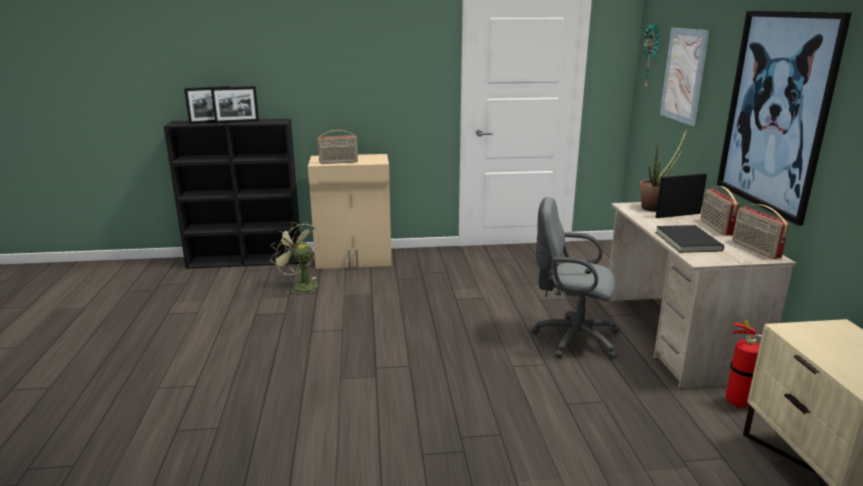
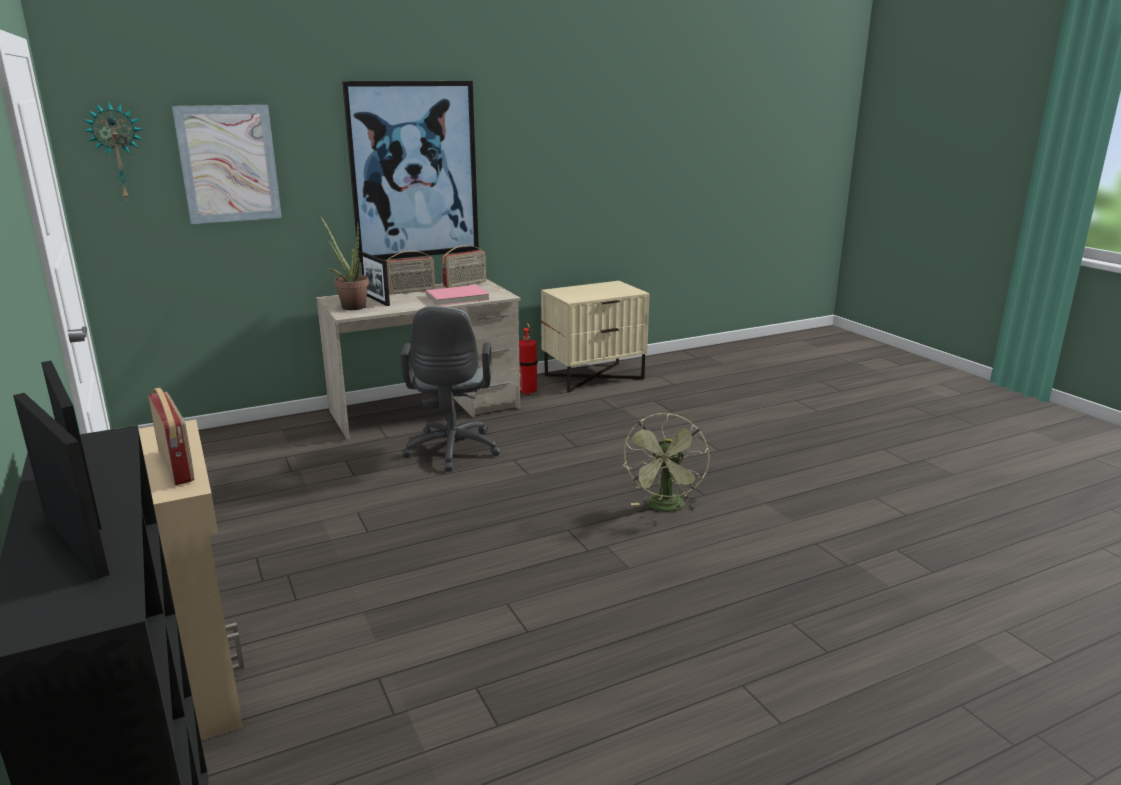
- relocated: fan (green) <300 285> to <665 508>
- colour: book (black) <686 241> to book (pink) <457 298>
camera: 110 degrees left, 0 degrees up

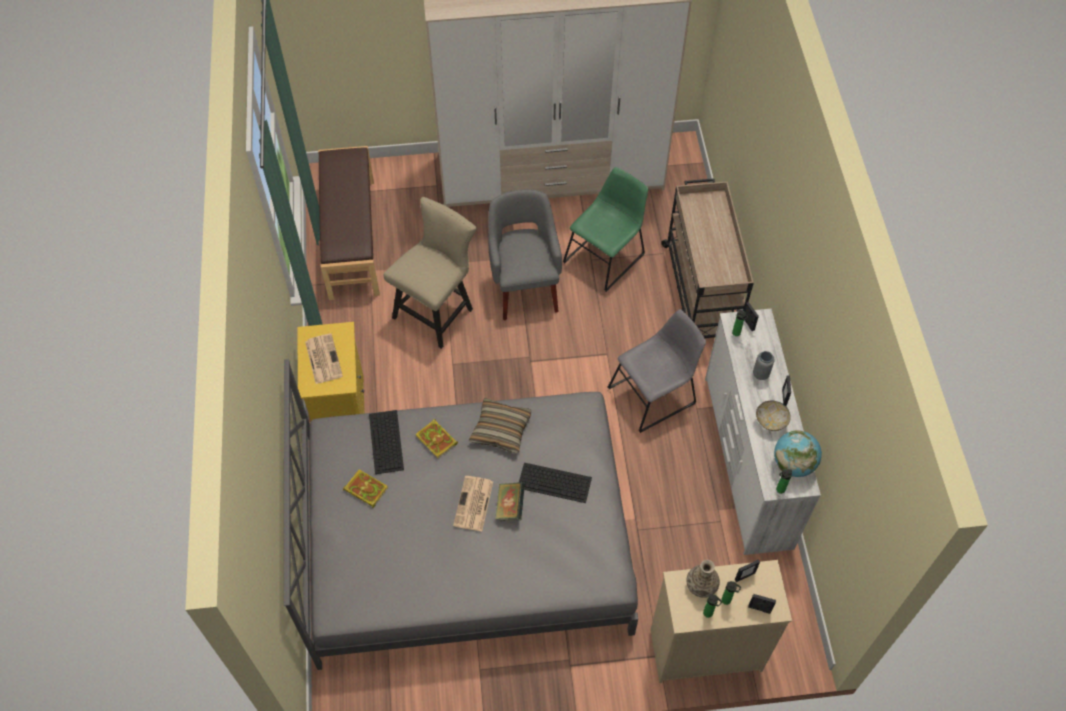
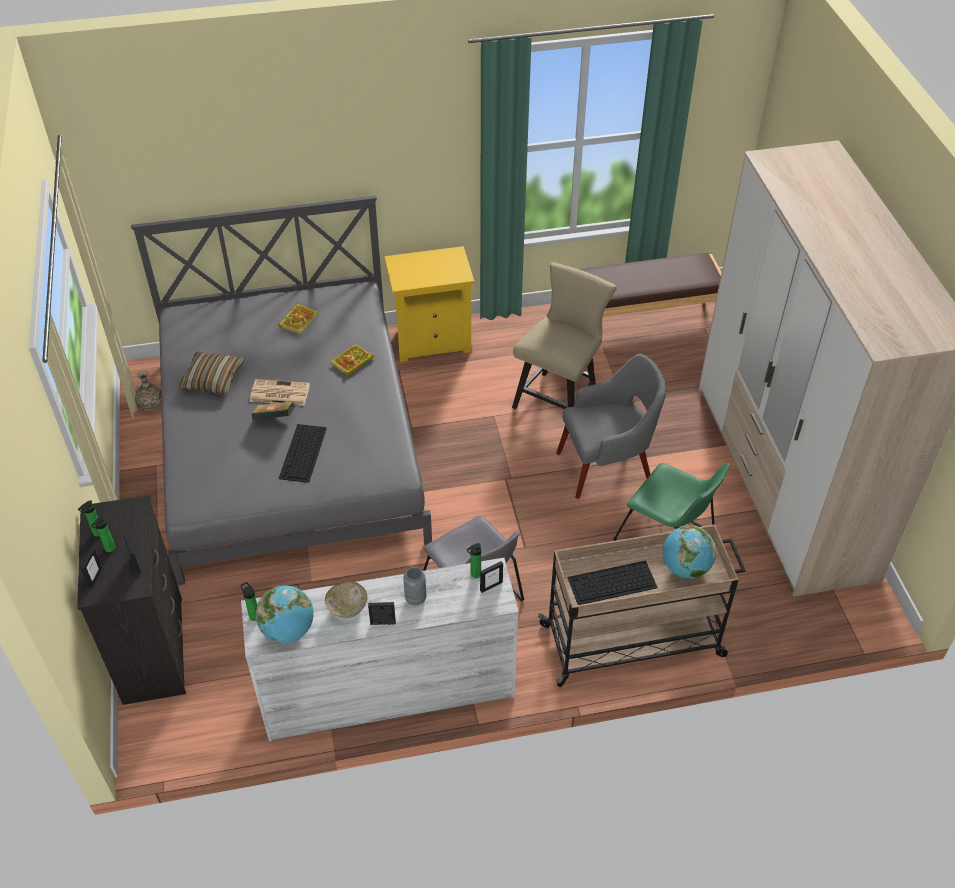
- spun: chair (beige) <437 310> = <559 398> 90 degrees counterclockwise
- missing: newspaper <323 358>
- relocated: pillow <501 430> to <212 379>
- relocated: keyboard <386 442> to <611 583>
- colour: dresser (beige) <704 649> to dresser (black) <154 649>
- relocated: vase <701 585> to <151 404>
- appeared: globe <685 568>
camera: 85 degrees right, 10 degrees down

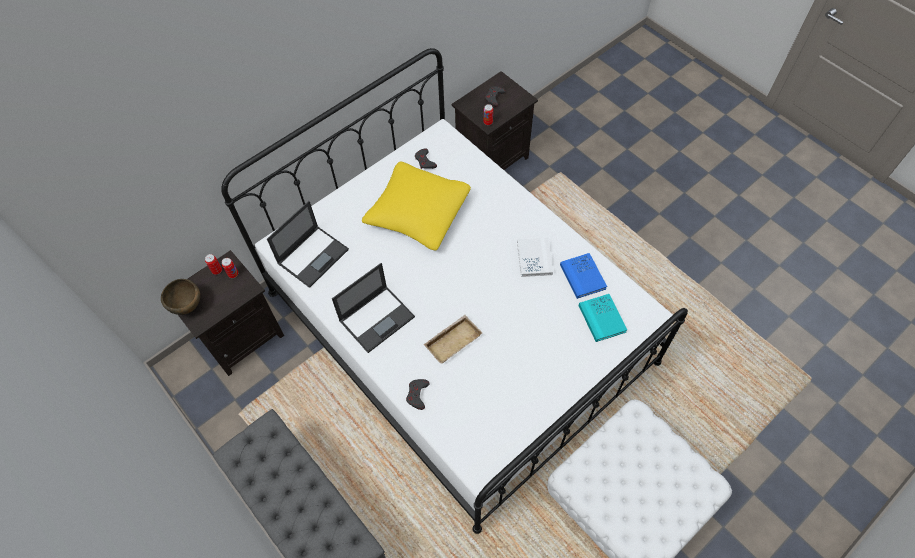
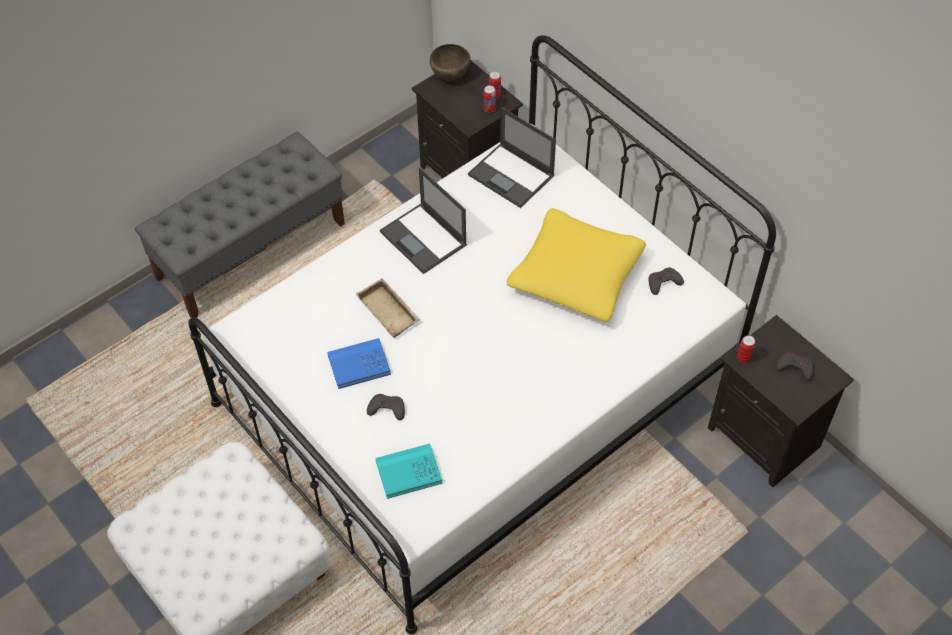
- missing: book (white) <534 258>
- relocated: book (blue) <582 277> to <359 365>
- relocated: game controller (grey) <417 395> to <387 409>
camera: 90 degrees right, 5 degrees down

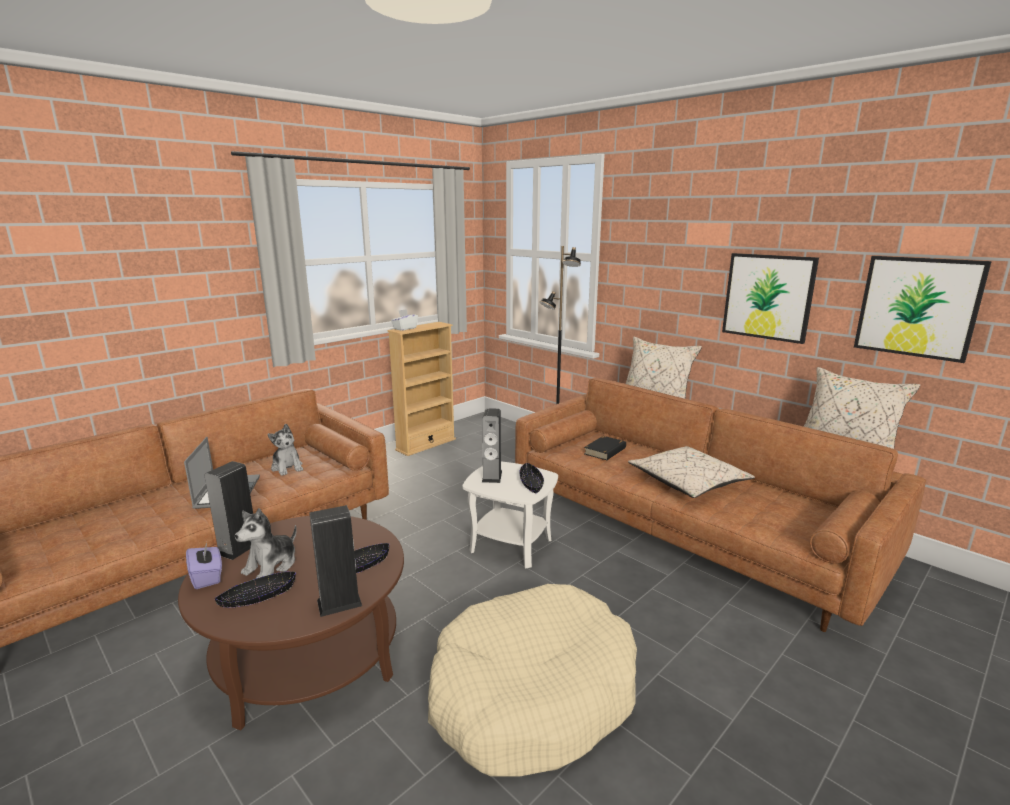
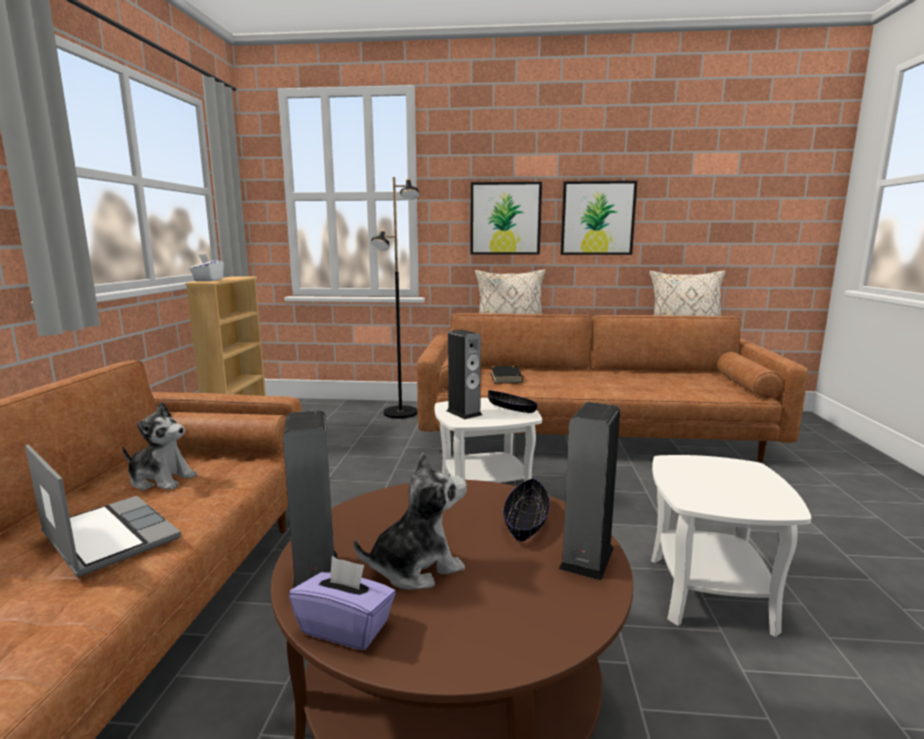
- relocated: picture <917 307> to <505 218>
- missing: pillow (beige) <688 483>
- spun: plush toy <271 565> = <416 567> 105 degrees counterclockwise
- missing: bowl (black) <258 598>
- exchanged: dog bed (beige) <532 694> to side table (white) <709 592>
camera: 40 degrees left, 5 degrees down

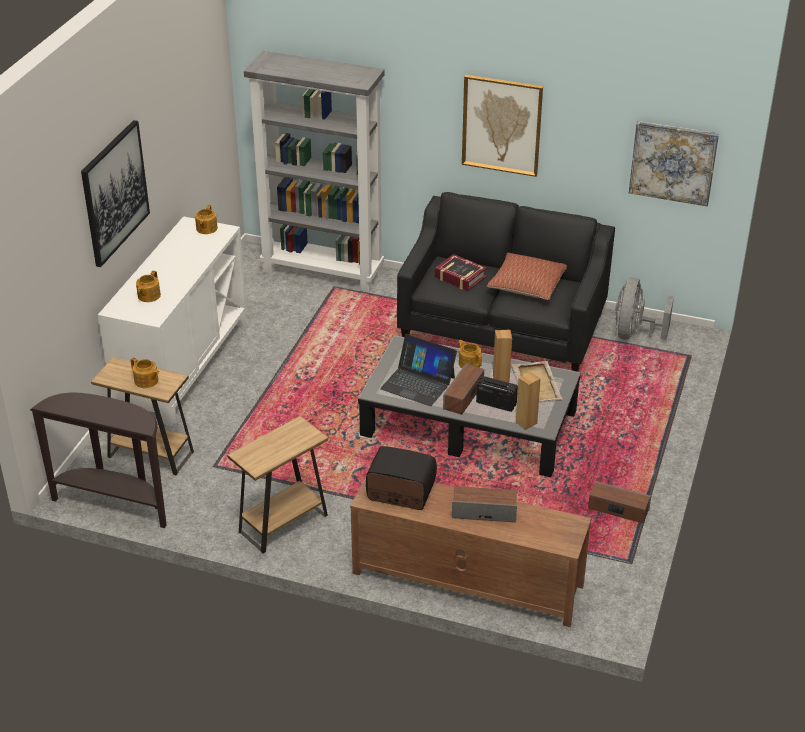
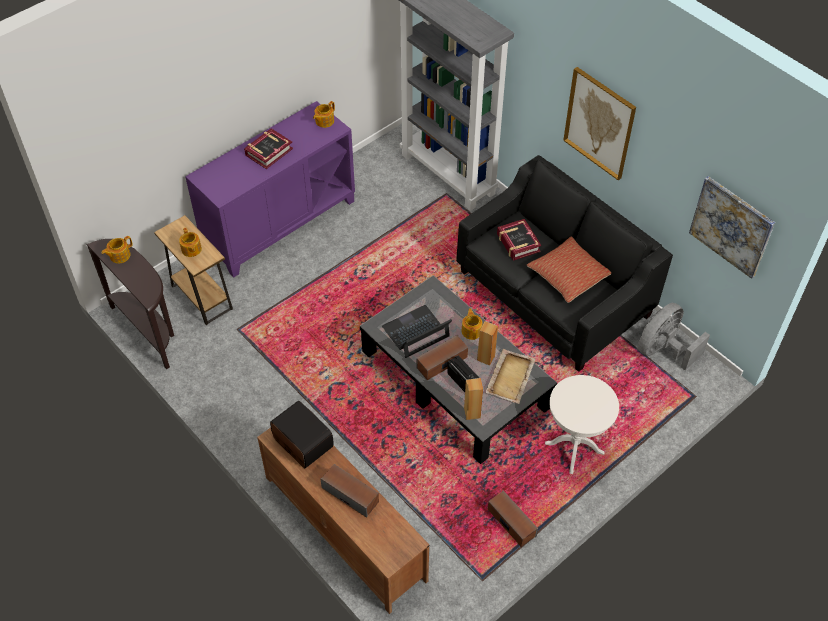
- missing: picture <114 192>
- colour: cabinet (white) <182 366> to cabinet (purple) <279 223>
- relocated: teapot <148 296> to <119 255>
- spun: laptop <418 383> = <416 332> 90 degrees clockwise
- missing: side table (brown) <283 523>
- appeared: book <268 152>
- appeared: side table (white) <574 448>
camera: 30 degrees right, 15 degrees up

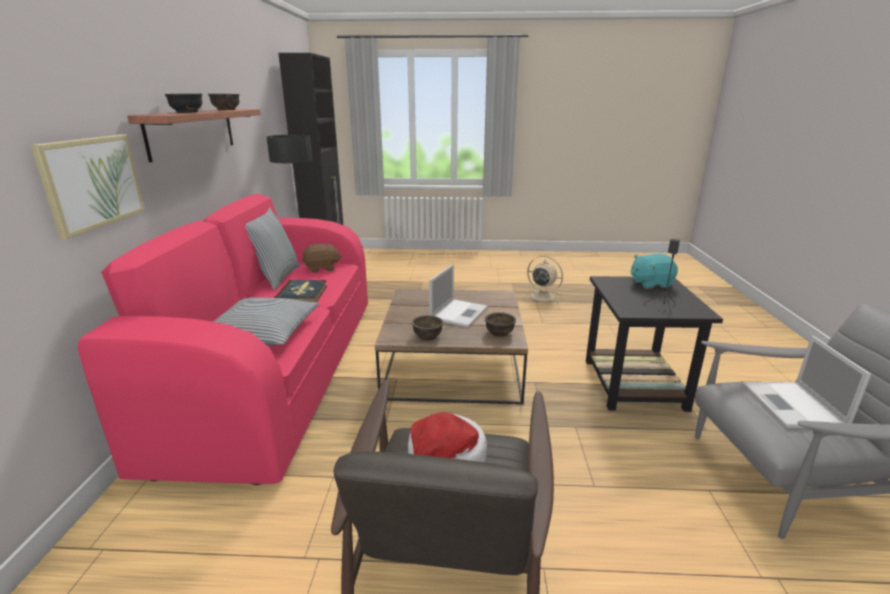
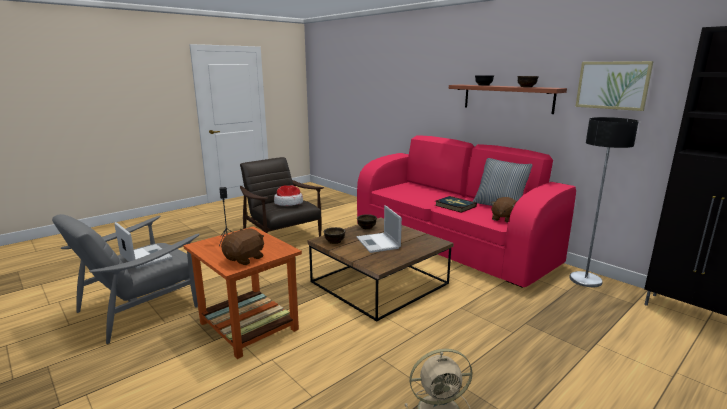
- relocated: picture <92 182> to <612 85>
- colour: plush toy (turquoise) <650 284> to plush toy (brown) <245 259>
- colour: side table (black) <634 385> to side table (orange) <248 325>
- missing: pillow <262 333>
camera: 135 degrees right, 5 degrees down

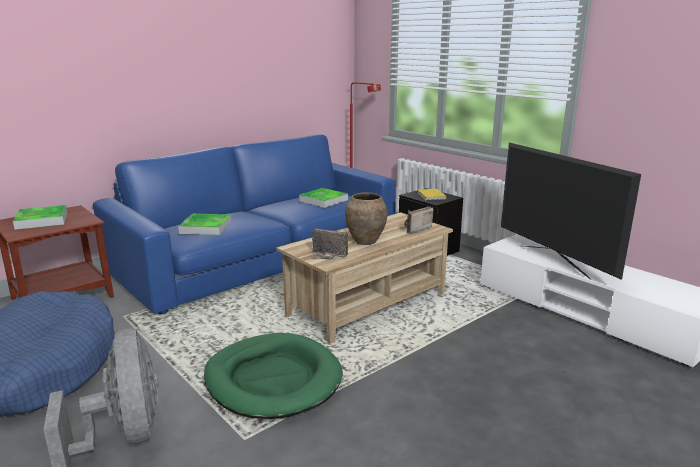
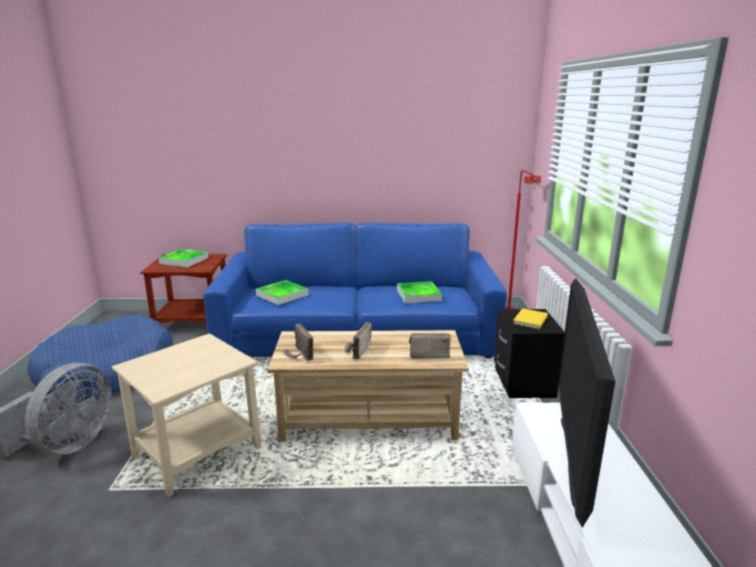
- exchanged: vase (brown) <365 241> to radio <356 351>
- exchanged: dog bed (green) <273 379> to side table (beige) <196 451>
camera: 40 degrees right, 0 degrees up

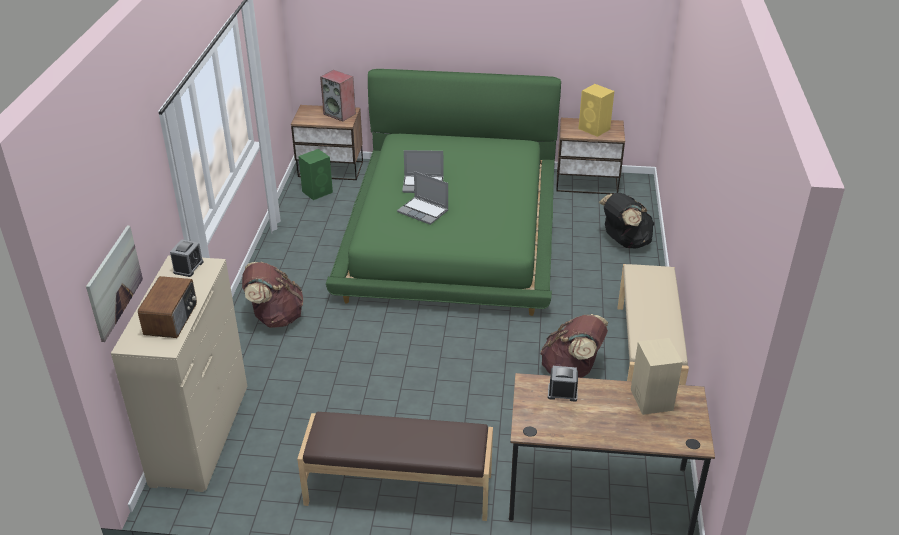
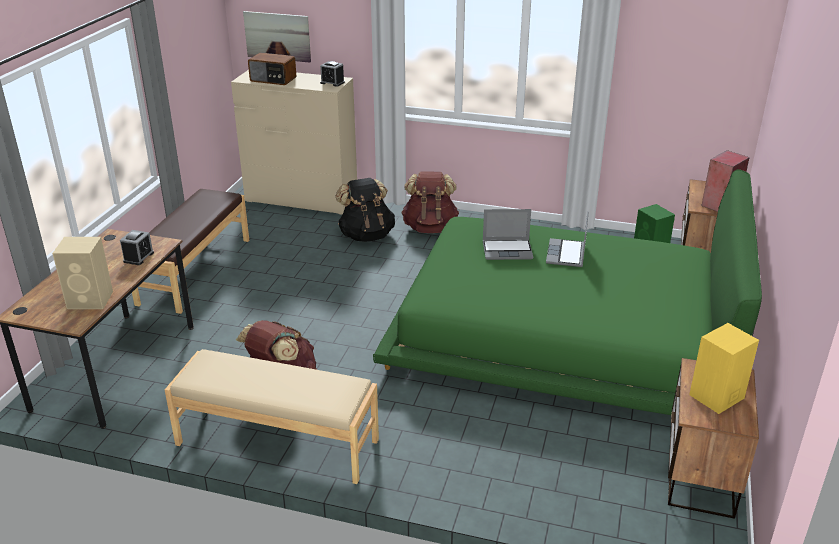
- spun: laptop <424 211> = <508 250> 135 degrees counterclockwise
- relocated: backpack (black) <624 242> to <366 235>
camera: 100 degrees right, 5 degrees down

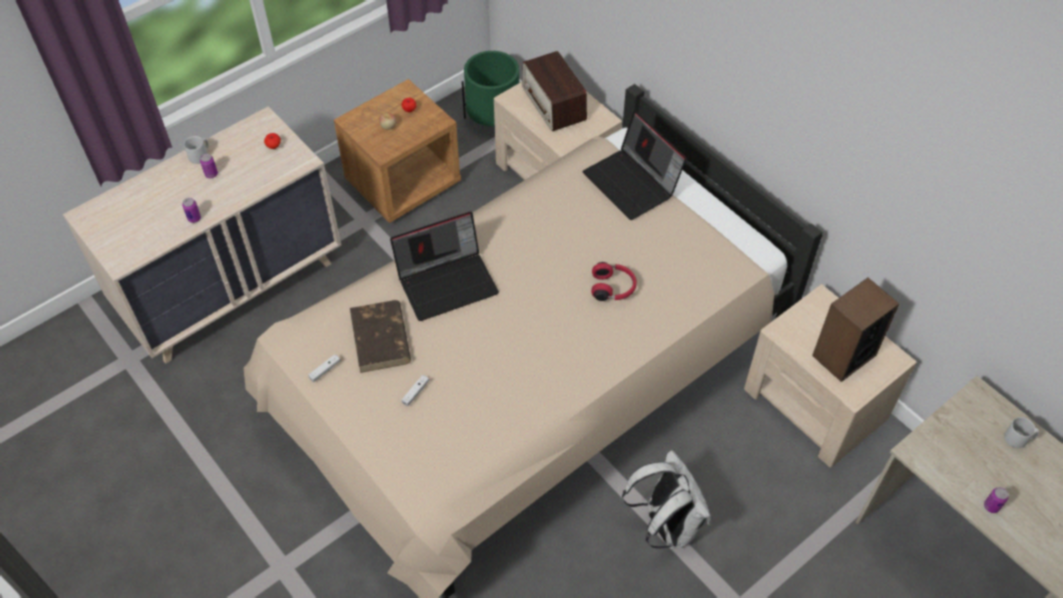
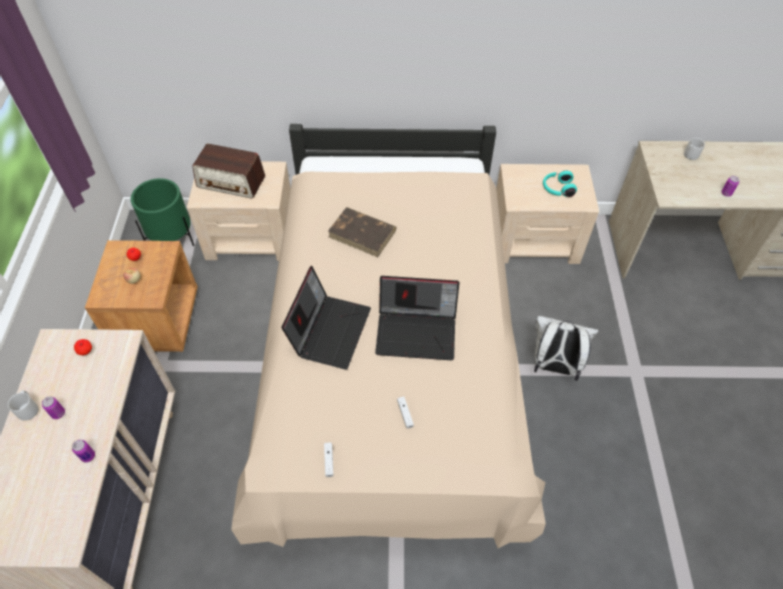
- relocated: laptop <633 183> to <417 331>
- missing: headphones (red) <613 288>
- exchanged: speaker <843 355> to headphones (turquoise) <557 189>
- relocated: book (brown) <380 339> to <363 234>
camera: 50 degrees left, 0 degrees up

